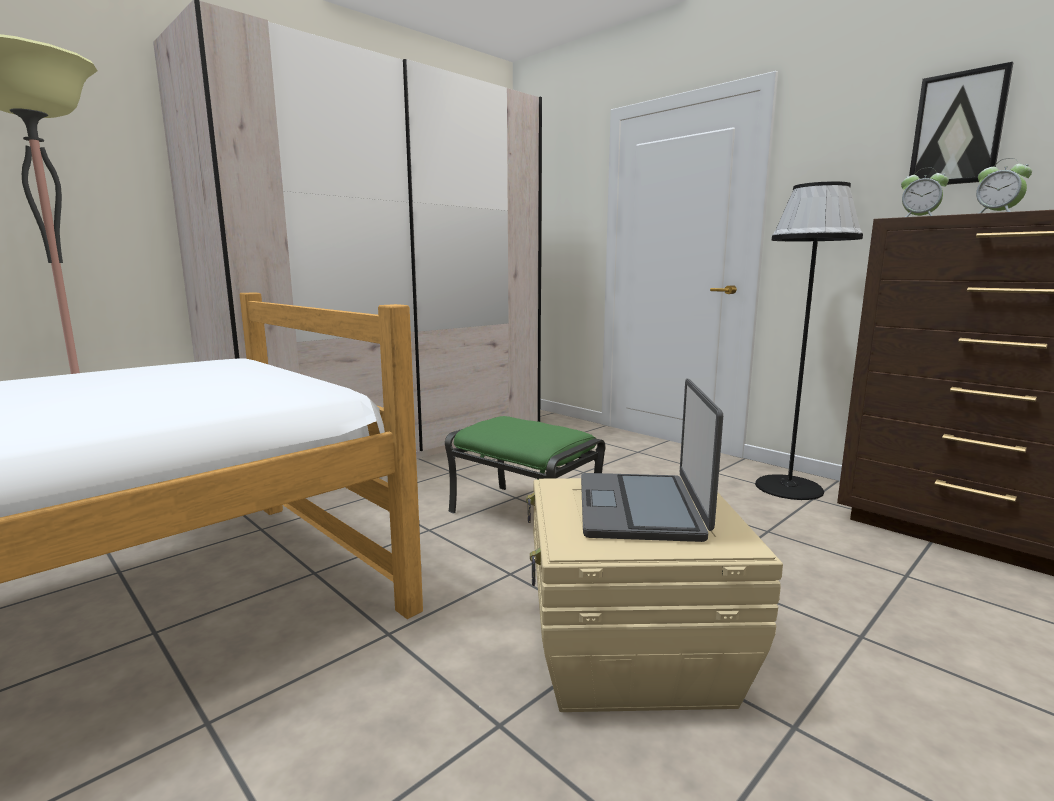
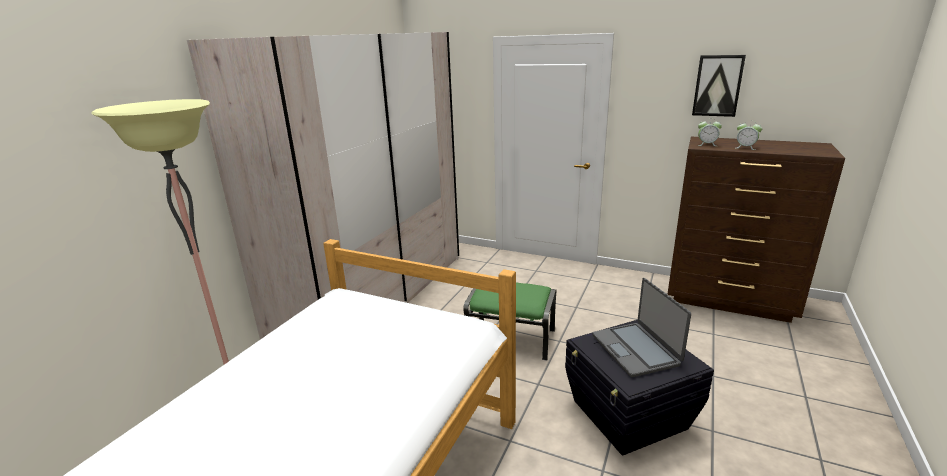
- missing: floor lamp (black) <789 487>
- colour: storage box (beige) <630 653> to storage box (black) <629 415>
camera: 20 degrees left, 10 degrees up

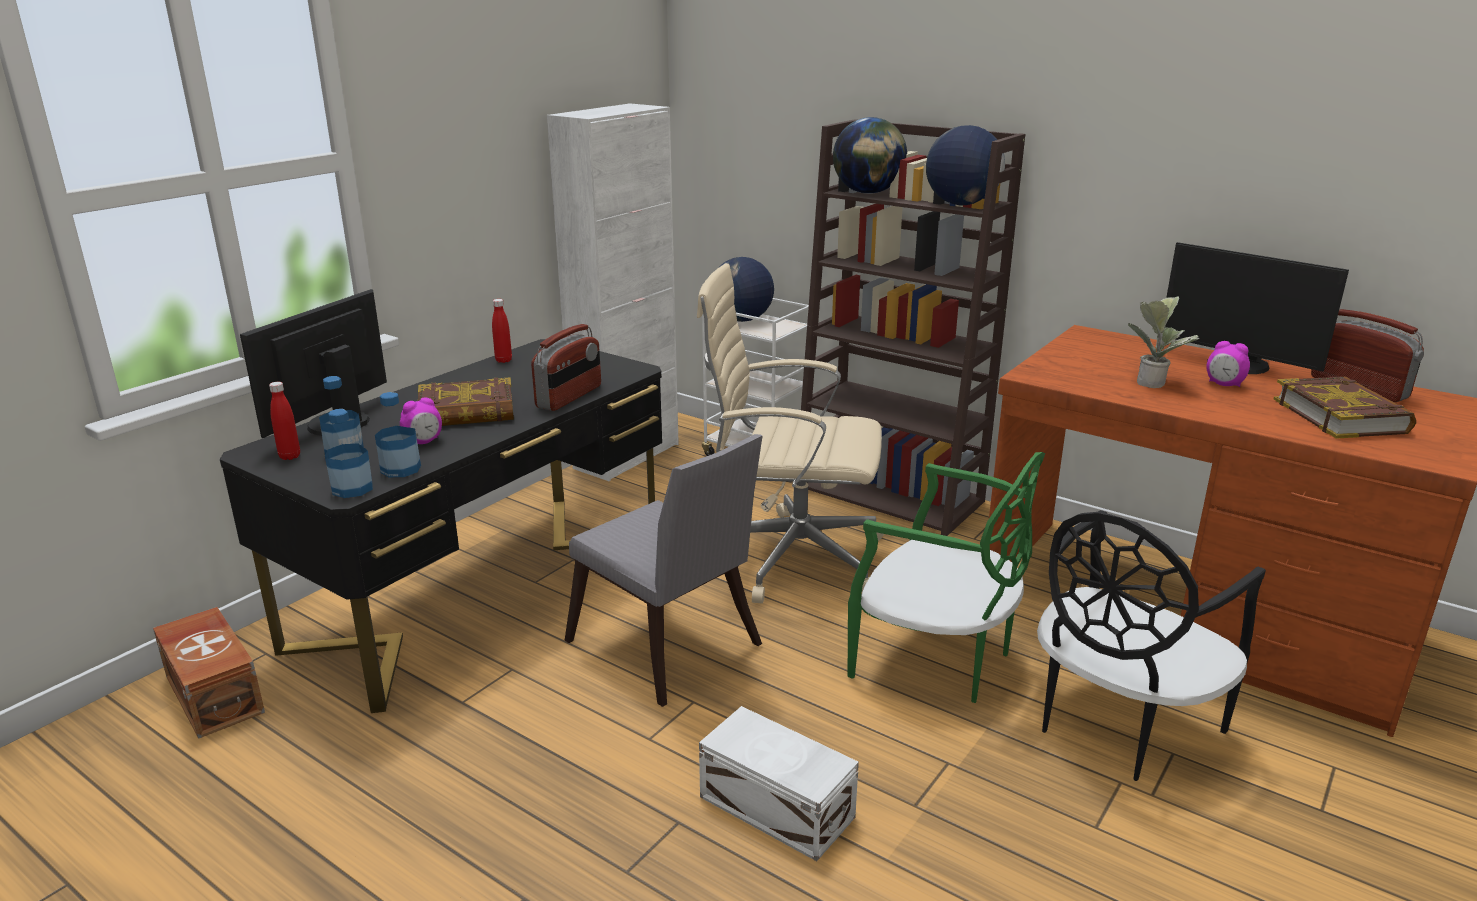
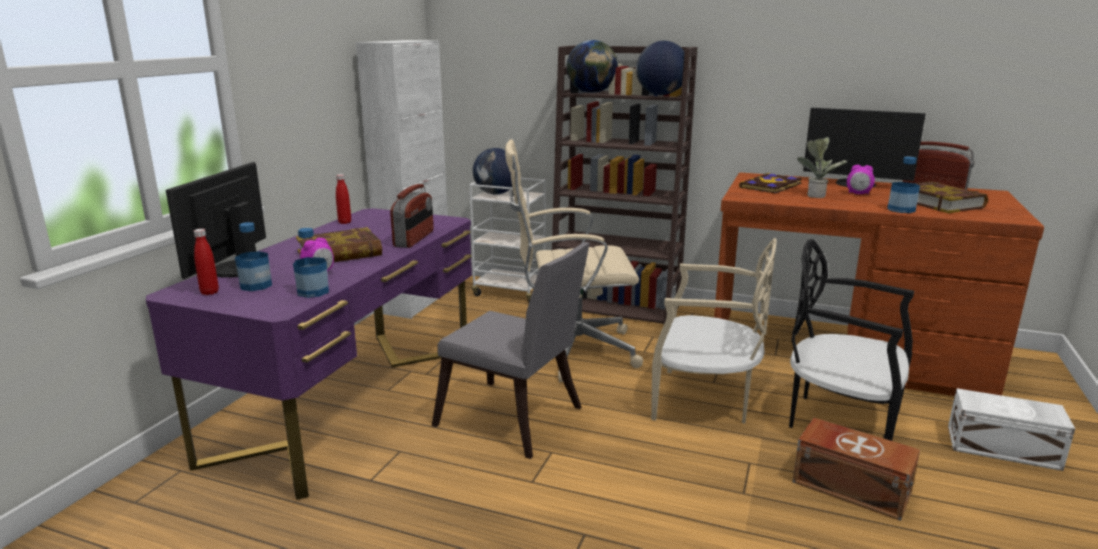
- colour: desk (black) <484 590> to desk (purple) <349 401>
- relocated: bottle <352 488> to <901 210>
- colour: chair (green) <936 660> to chair (beige) <704 401>
- spun: chair (black) <1117 725> = <841 422> 90 degrees clockwise
- relocated: storage box (brown) <216 692> to <849 486>
- relocated: storage box (white) <777 809> to <1004 449>
- appeared: book <771 186>
camera: 15 degrees left, 5 degrees down

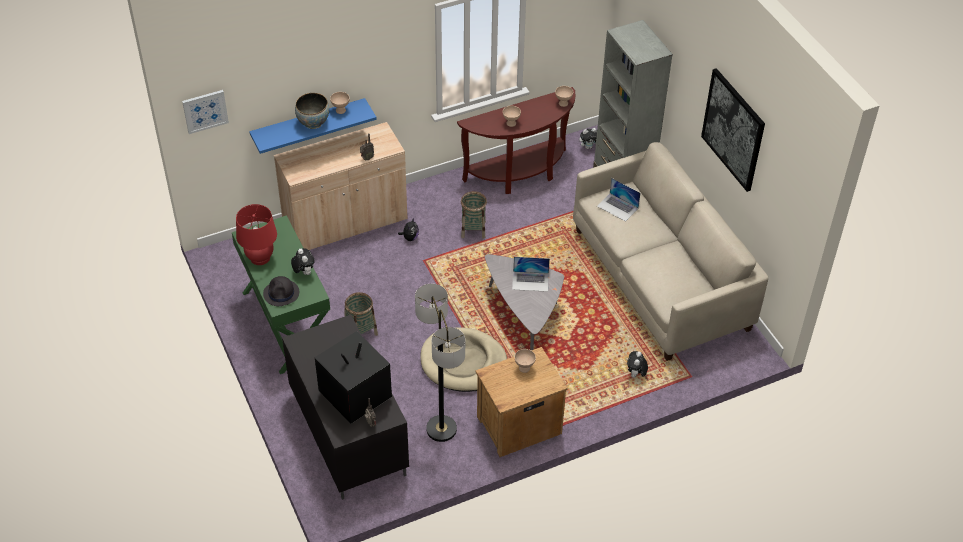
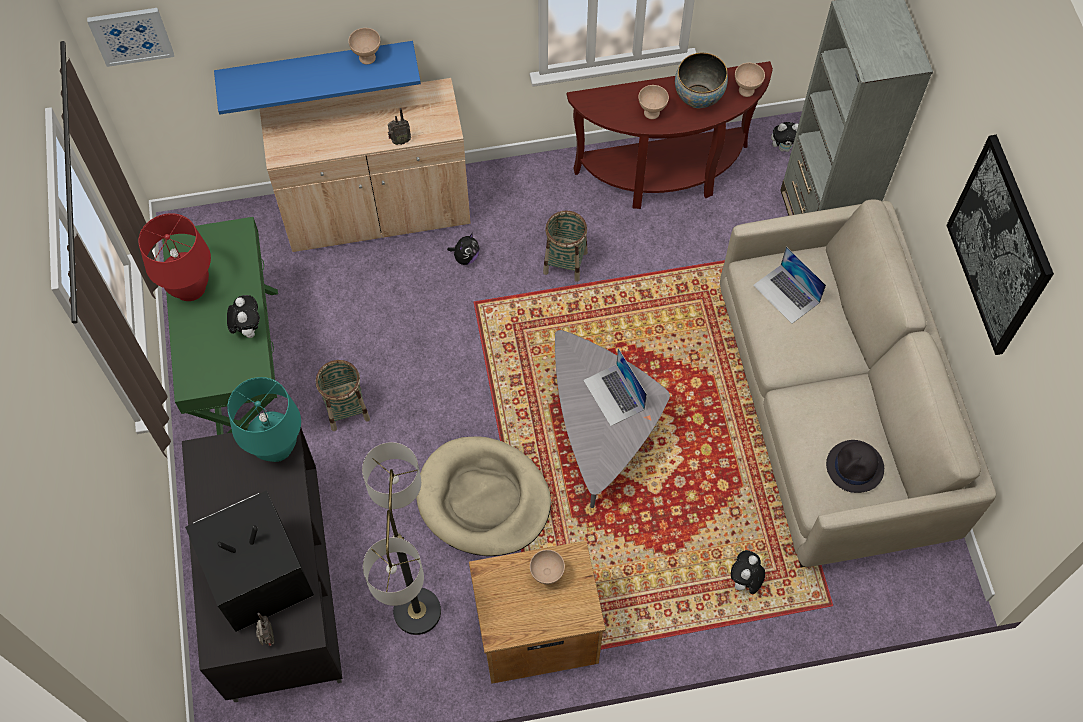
- relocated: bowl <313 123> to <698 97>
- spun: laptop <530 281> = <614 395> 45 degrees clockwise
- relocated: hat (black) <281 293> to <855 467>
- appeared: table lamp (turquoise) <276 446>
camera: 15 degrees right, 15 degrees up

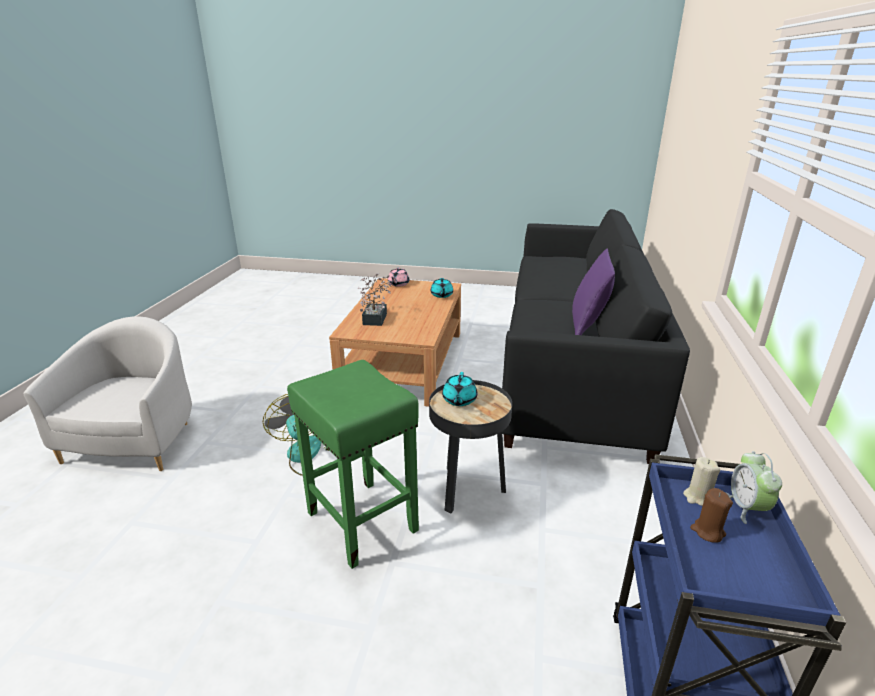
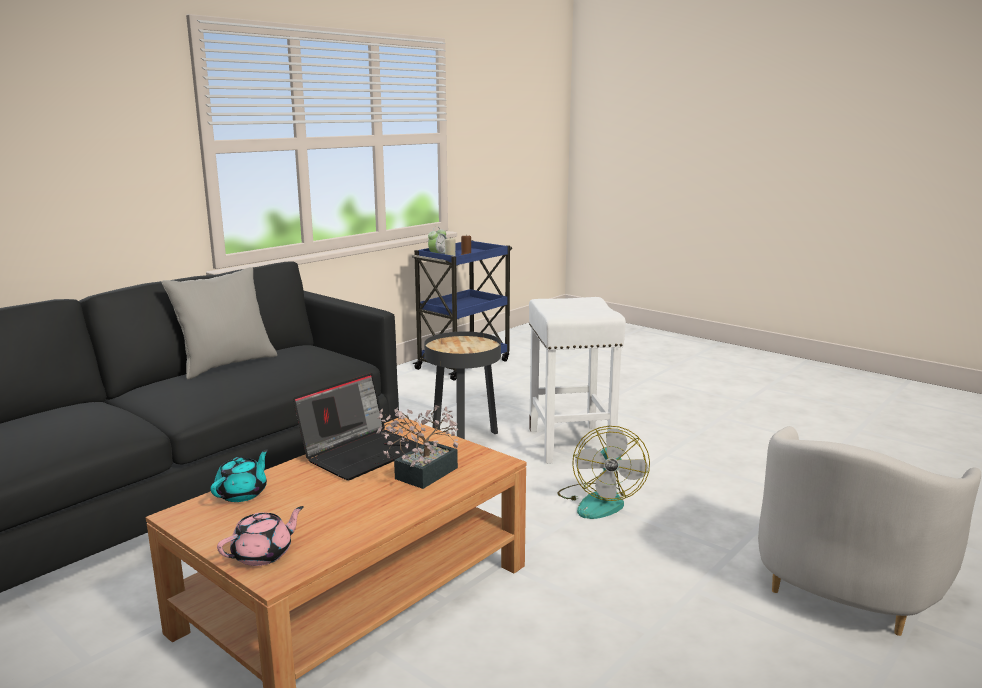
- colour: pillow (purple) <588 326> to pillow (grey) <226 365>
- colour: stool (green) <360 520> to stool (white) <571 444>
- missing: teapot (turquoise) <459 400>
- appeared: laptop <362 452>
camera: 150 degrees left, 10 degrees down

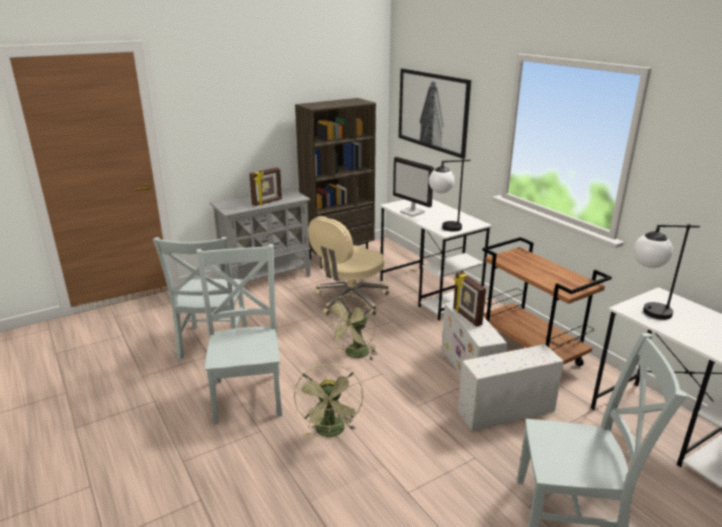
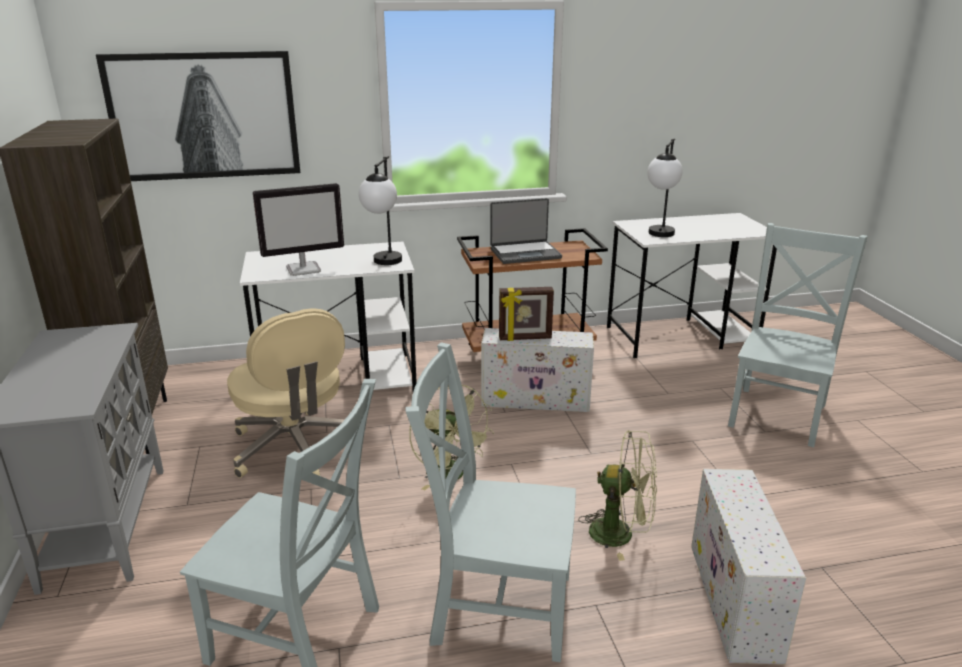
- missing: picture frame <267 202>
- relocated: storage box (white) <504 411> to <734 601>
- appeared: laptop <525 253>
camera: 70 degrees left, 0 degrees up

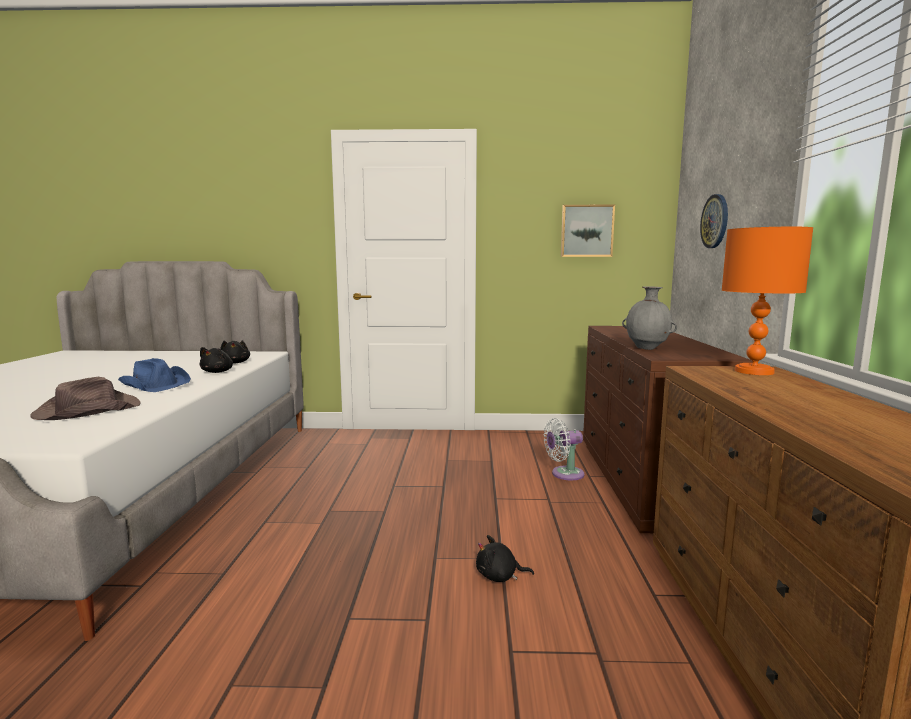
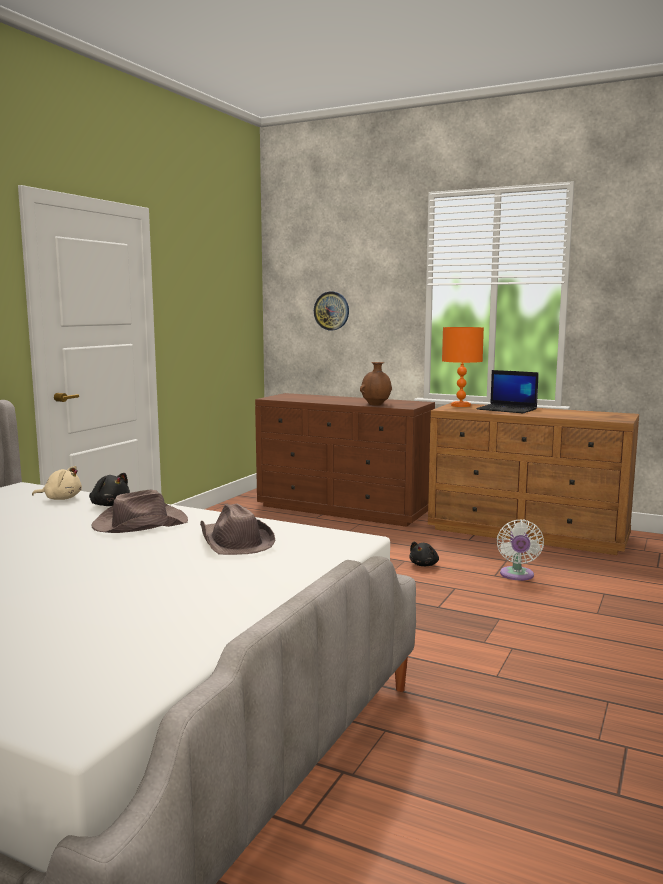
- missing: picture <586 231>
- colour: vase (grey) <647 348> to vase (brown) <376 405>
- colour: plush toy (black) <236 363> to plush toy (beige) <61 498>
- colour: hat (blue) <156 385> to hat (brown) <139 524>
- relocated: fan (white) <564 474> to <517 575>
- appeared: laptop <507 409>
camera: 65 degrees left, 0 degrees up

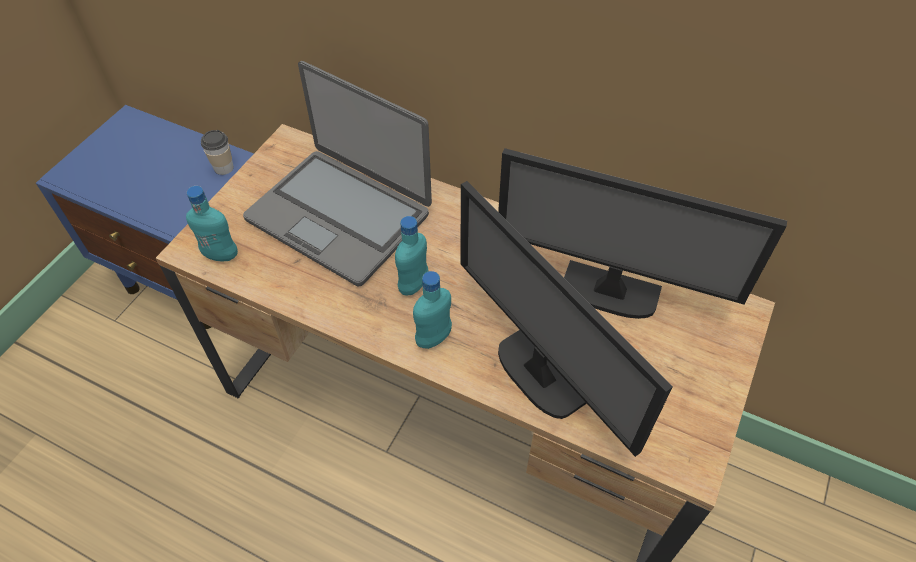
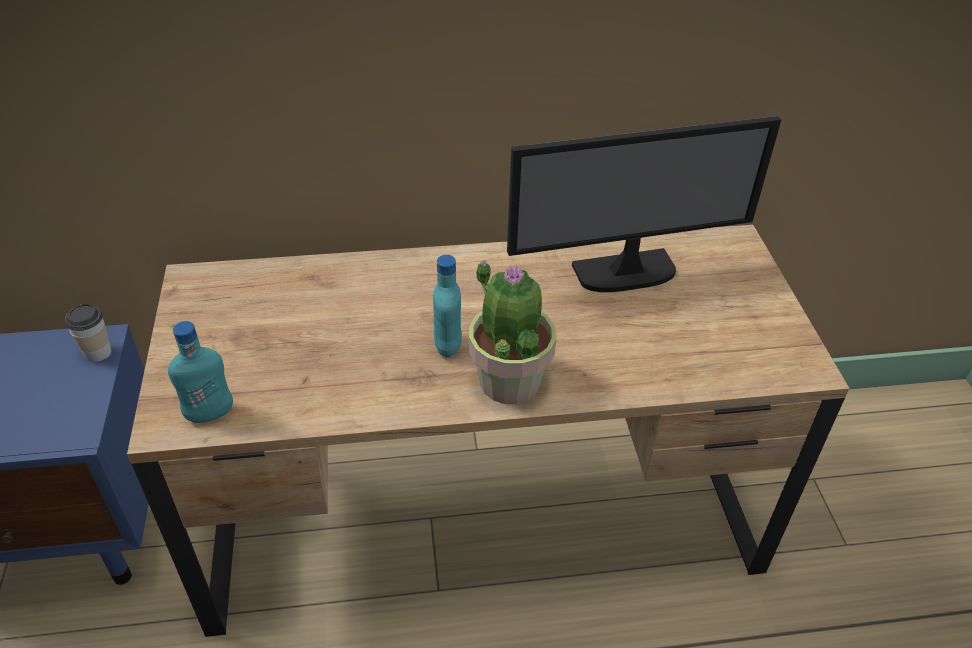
- missing: laptop <340 215>
- missing: monitor <538 375>
- exchanged: bottle (turquoise) <434 338> to potted plant <509 380>
camera: 35 degrees left, 10 degrees down

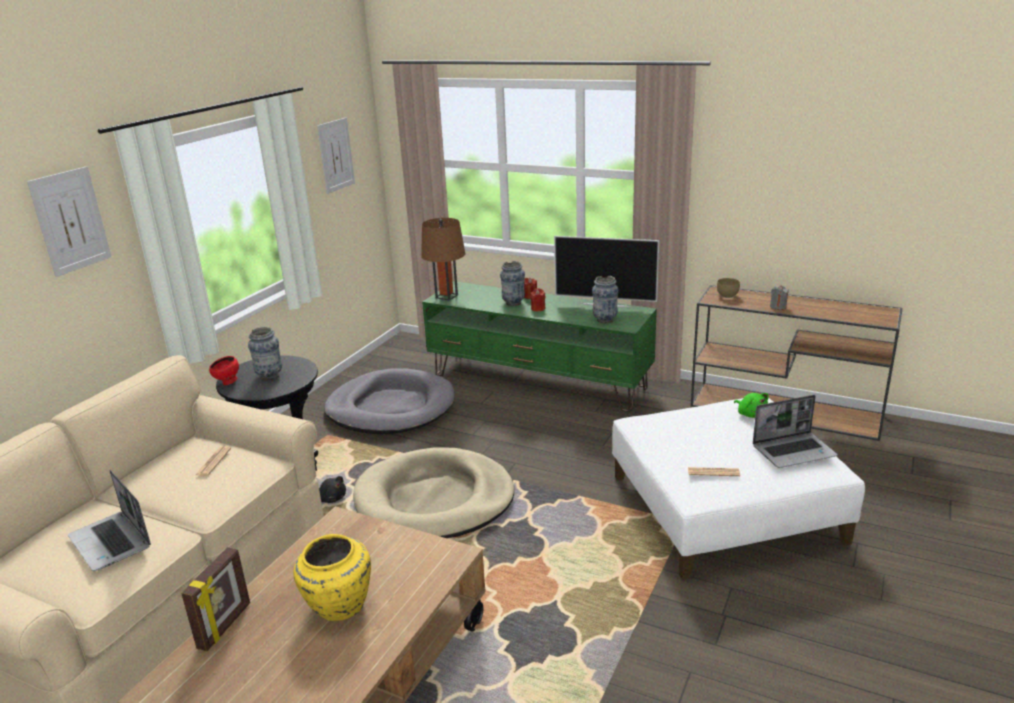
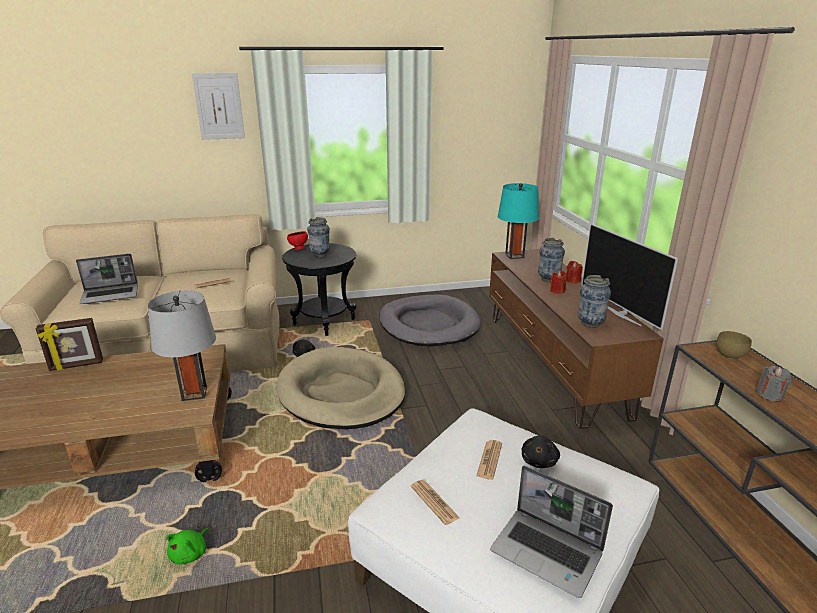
- missing: picture <336 155>
- colour: table lamp (brown) <446 296> to table lamp (turquoise) <514 255>
- colour: tv stand (green) <539 381> to tv stand (brown) <553 363>
- relocated: plush toy (green) <751 414> to <190 554>
- spun: laptop <112 542> = <111 295> 120 degrees counterclockwise
- missing: vase (yellow) <338 606>
- appeared: table lamp (grey) <194 393>
- appeared: plush toy (black) <539 461>
- appeared: newspaper <489 460>
camera: 50 degrees right, 0 degrees up

